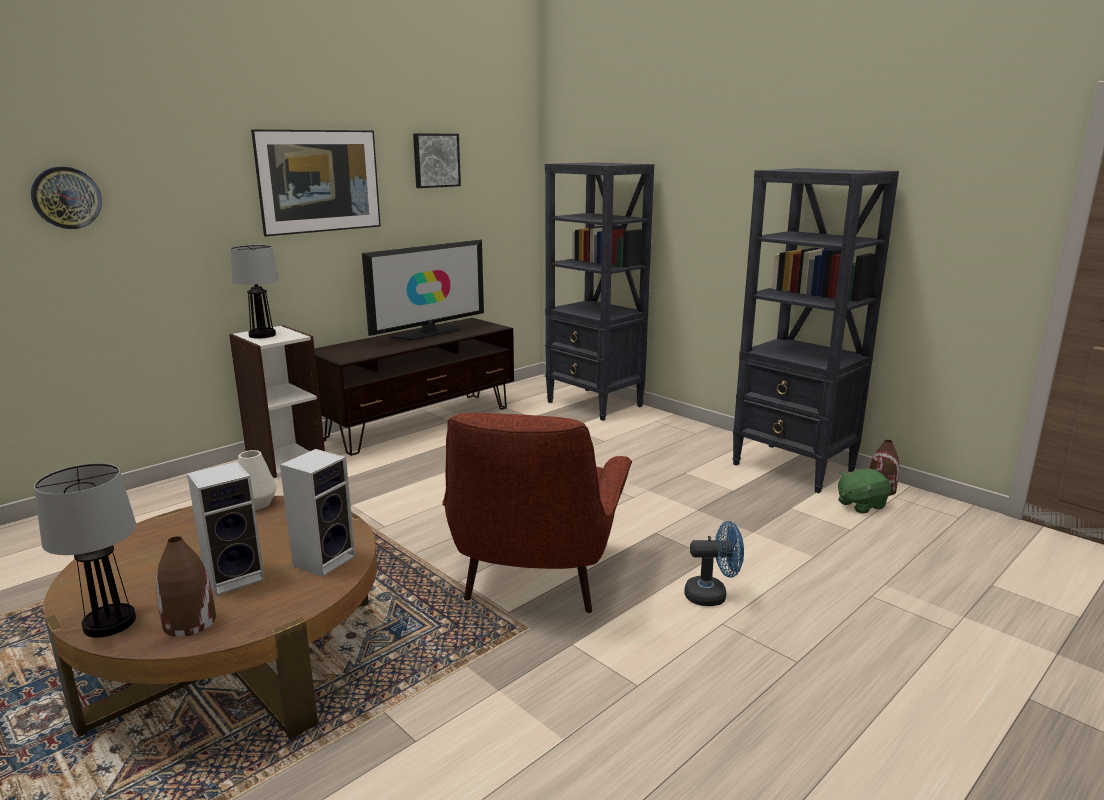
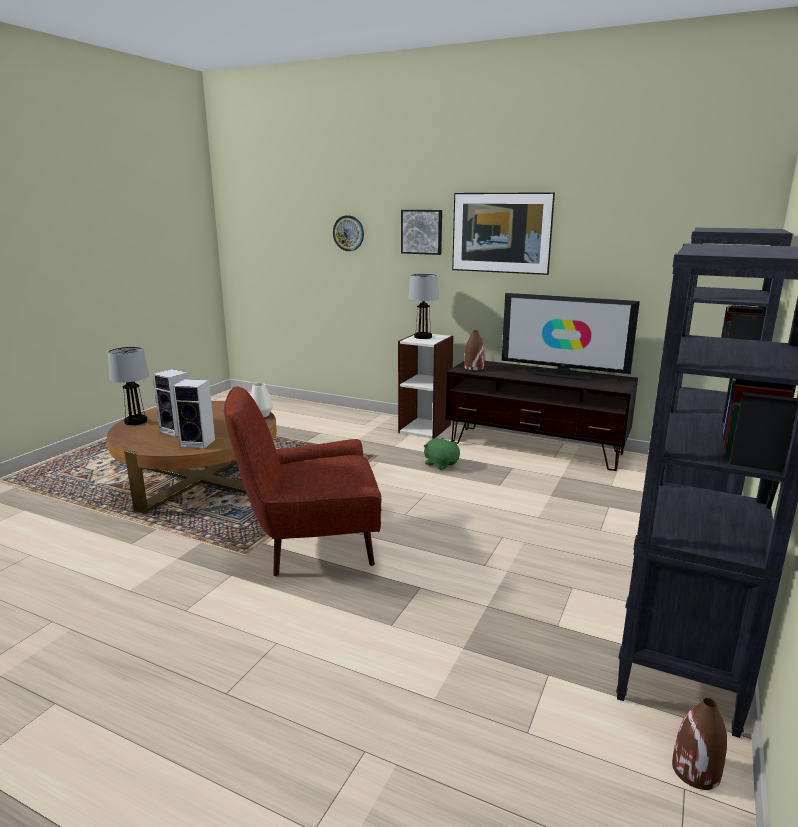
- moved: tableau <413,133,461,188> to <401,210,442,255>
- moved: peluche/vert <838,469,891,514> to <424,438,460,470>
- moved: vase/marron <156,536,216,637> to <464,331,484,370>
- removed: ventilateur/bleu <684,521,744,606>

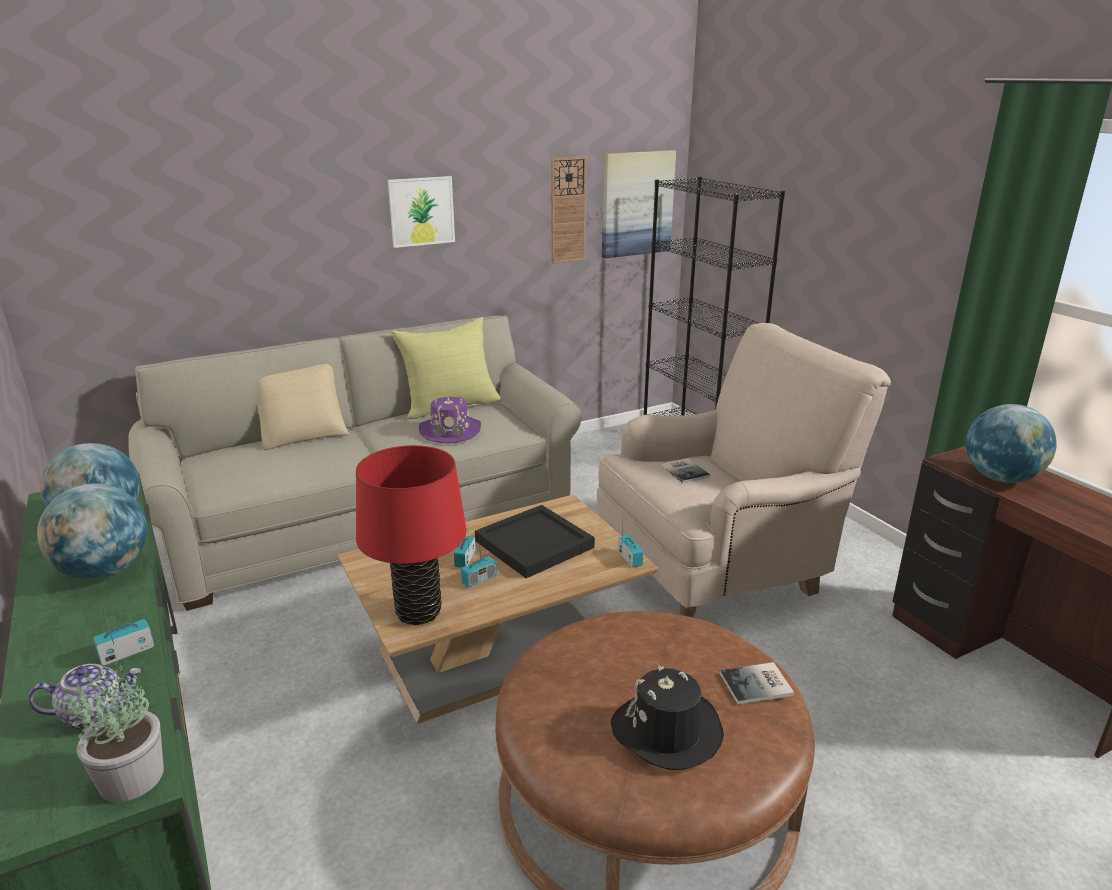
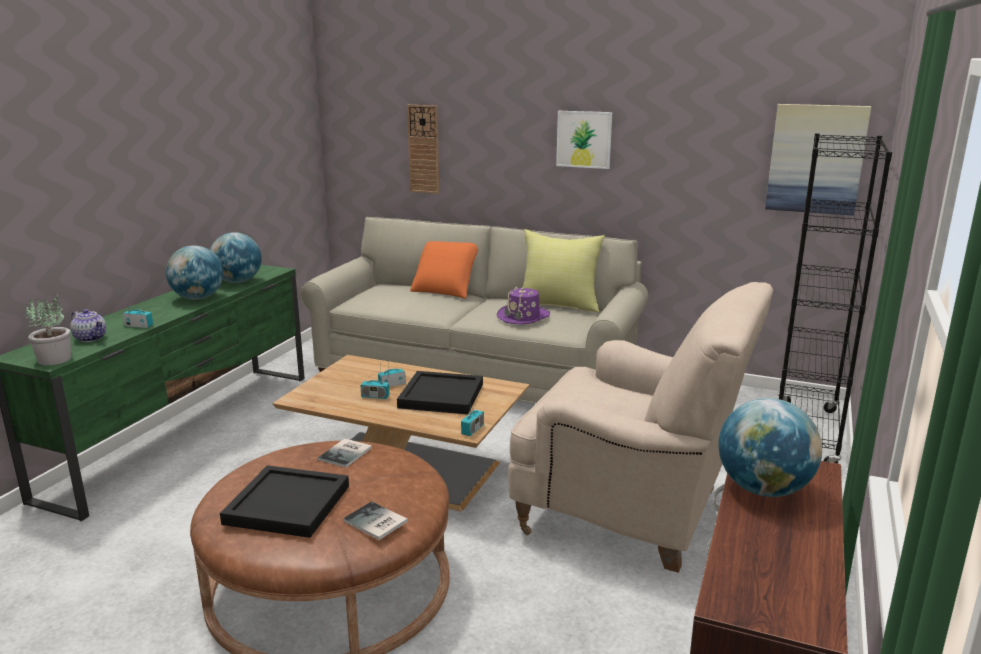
- replaced: chapeau/noir <611,665,724,770> to plateau/noir <220,465,349,538>
- moved: livre <661,458,711,483> to <318,438,372,468>
- moved: horloge murale <551,156,587,264> to <407,105,439,194>
- recoloured: coussin/beige <257,364,349,450> to coussin/orange <410,241,478,299>
- removed: lampe de table/rouge <356,445,467,625>

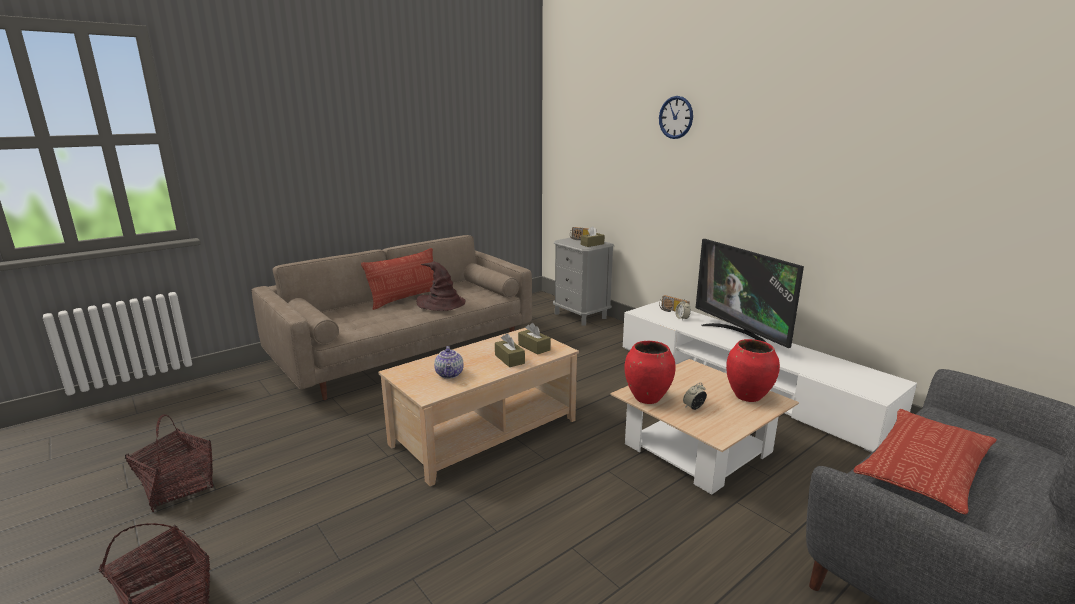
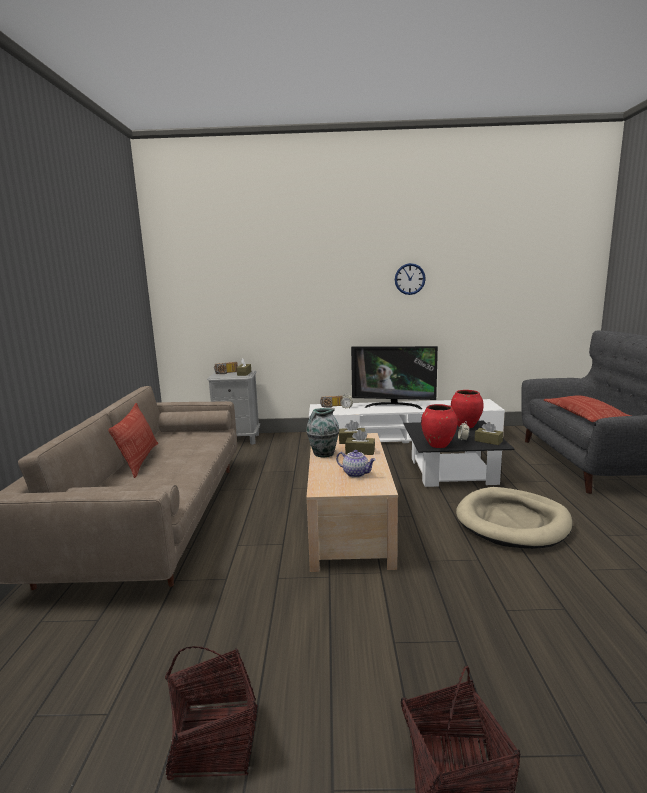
- added: vase <306,408,339,458>
- moved: horloge murale <659,96,693,139> to <395,263,426,295>
- recoloured: table basse/beige <610,359,799,495> to table basse/noir <403,421,515,487>
- added: panier pour chien/beige <456,487,572,549>
- added: boîte à mouchoirs/marron <475,422,503,445>
- removed: chapeau/marron <416,262,465,311>

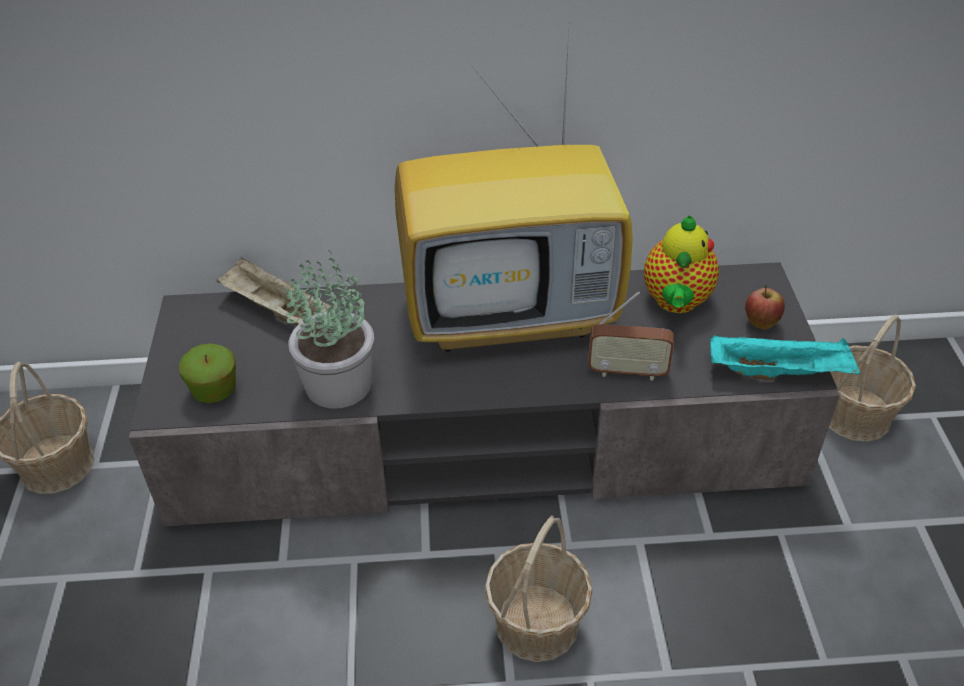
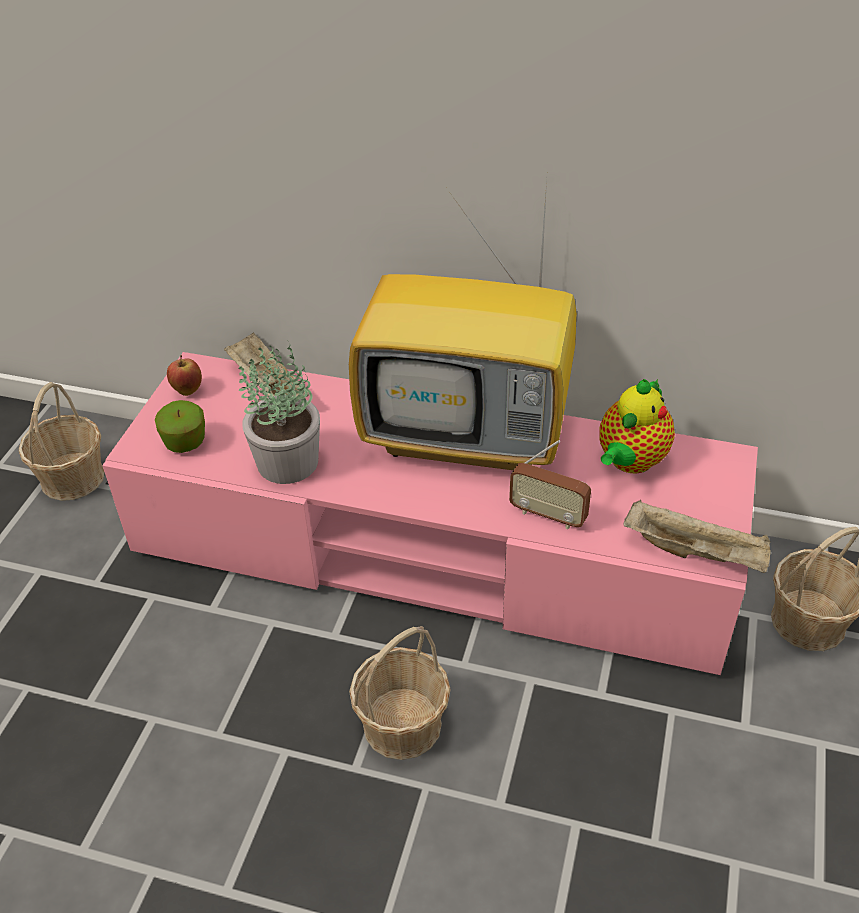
- recoloured: meuble télé/gris <129,262,840,526> to meuble télé/rose <102,352,758,675>
- moved: pomme <745,285,785,330> to <167,355,202,396>
- recoloured: plateau/turquoise <710,334,860,381> to plateau/beige <623,500,770,573>

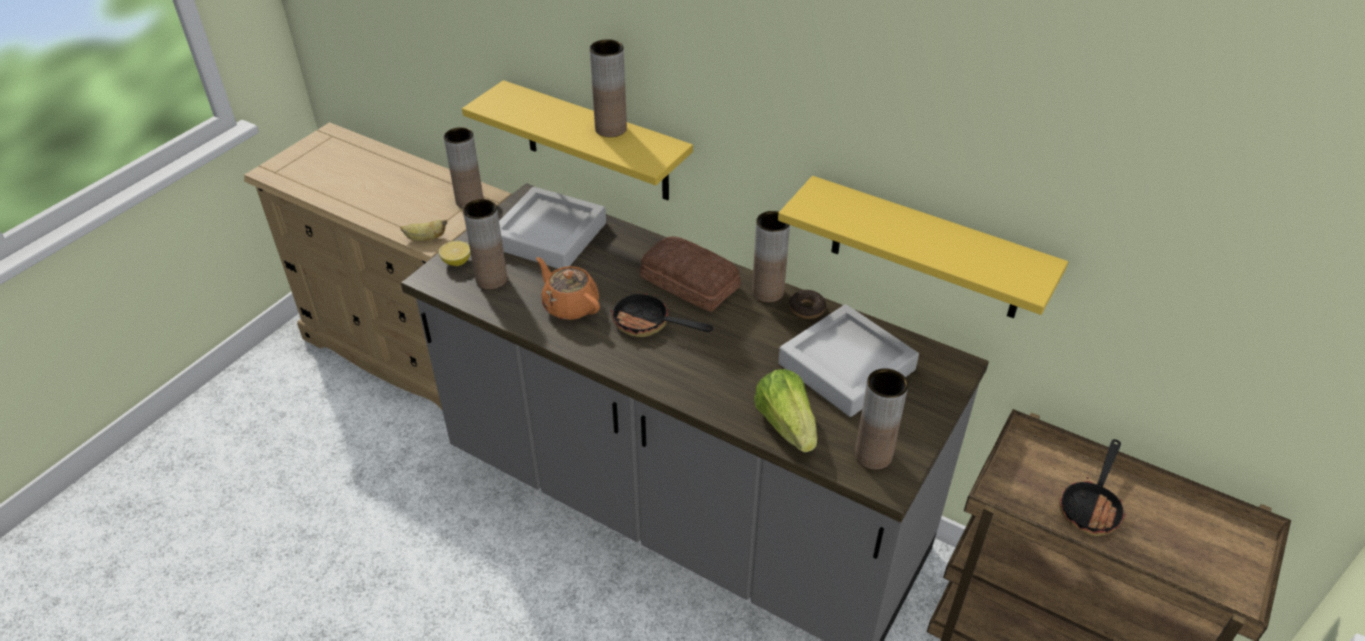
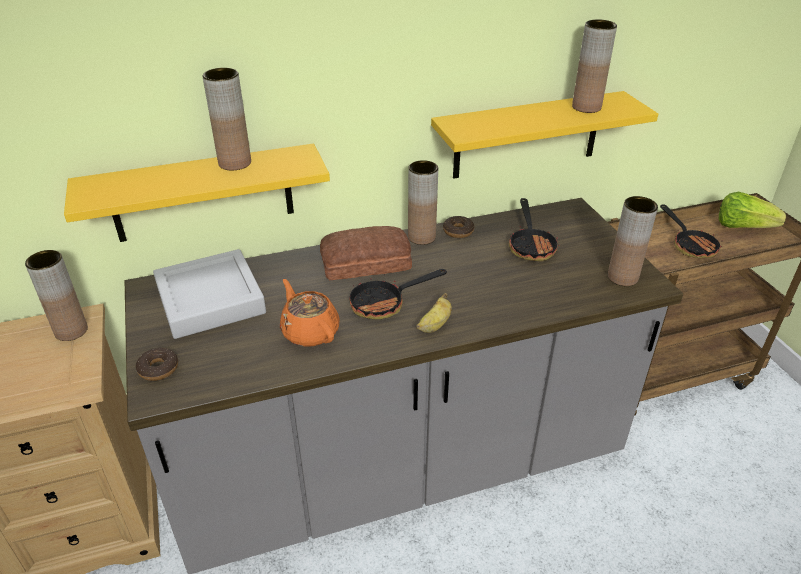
- replaced: citron <439,241,471,266> to beignet <136,348,178,381>
- turned: théière/orange <536,257,600,320> = <280,279,340,346> 60 degrees clockwise
- moved: banane <400,220,447,241> to <417,293,452,333>
- replaced: plateau/gris <778,304,919,417> to poêle <509,198,560,261>
- moved: vase/marron <463,199,507,290> to <572,19,617,113>
- moved: laitue <754,369,817,453> to <719,192,786,228>

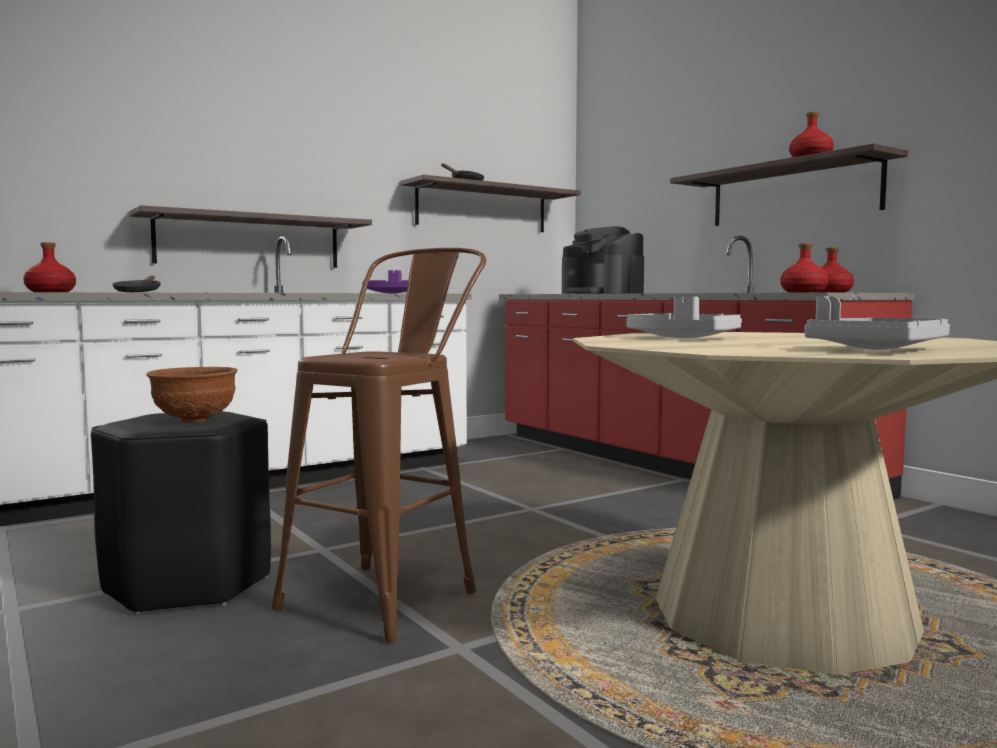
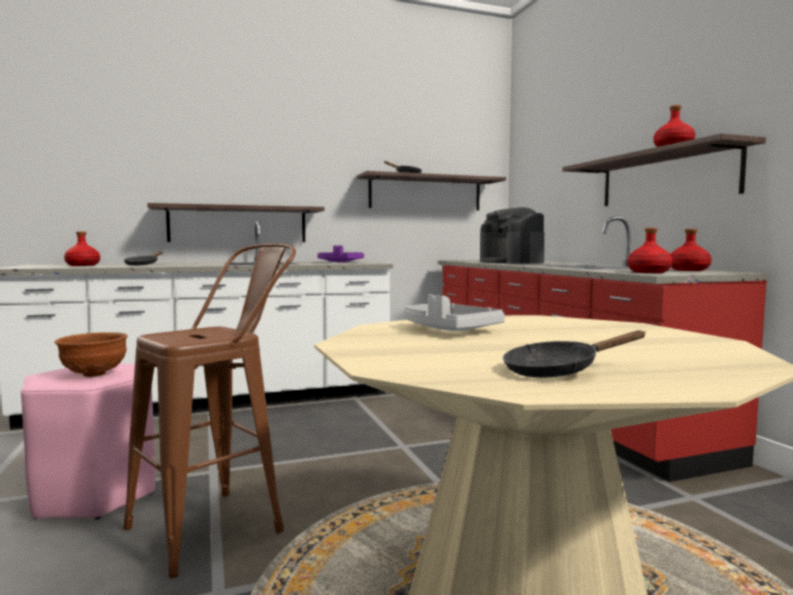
- recoloured: tabouret/noir <91,411,271,615> to tabouret/rose <21,364,155,520>
- replaced: plateau/gris <804,296,950,350> to poêle/noir <503,331,646,377>

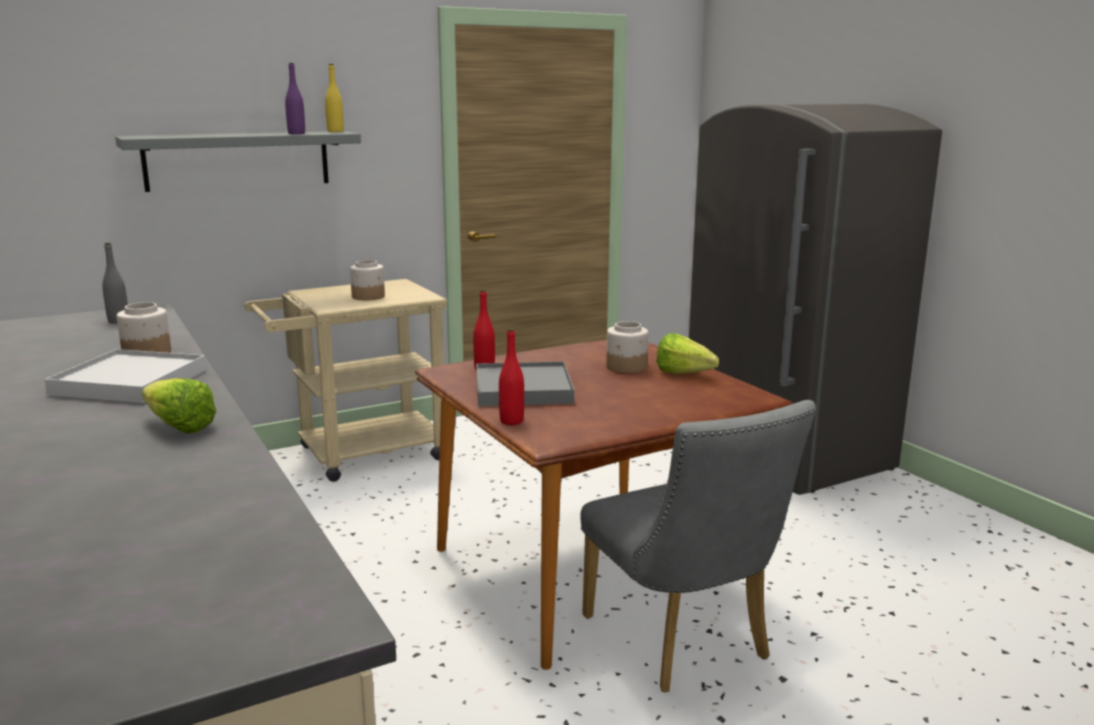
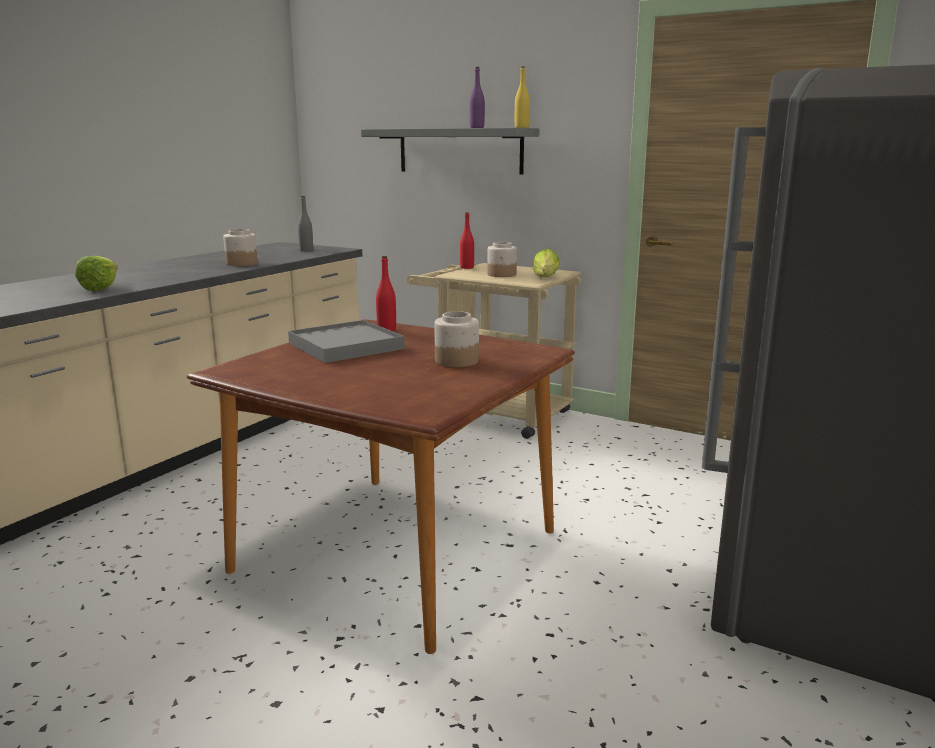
- moved: bouteille/rouge <499,328,524,425> to <460,212,474,269>
- moved: laitue <656,333,719,374> to <533,249,560,277>
- removed: plateau/blanc <44,349,207,403>
- removed: chaise/gris <580,400,816,692>

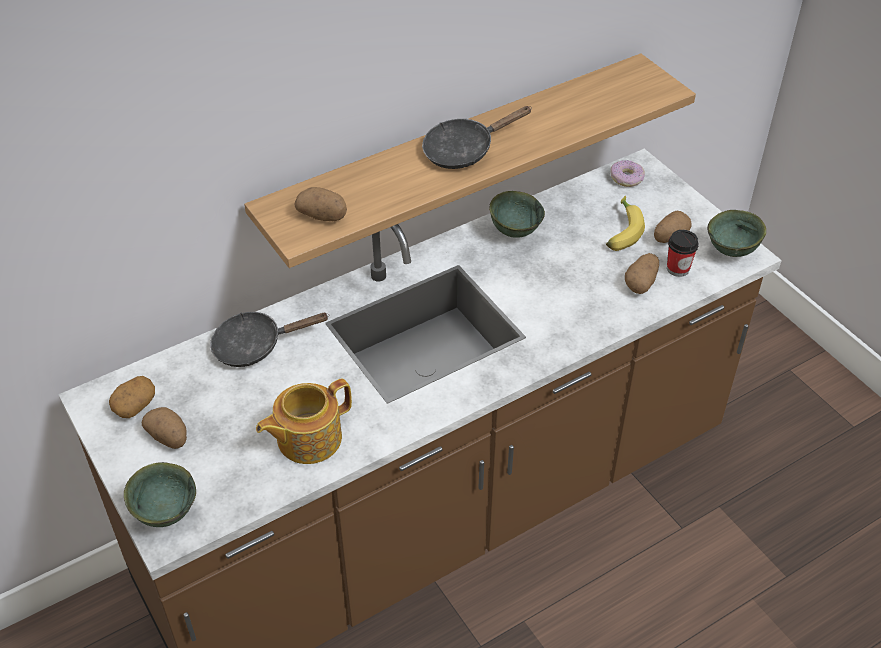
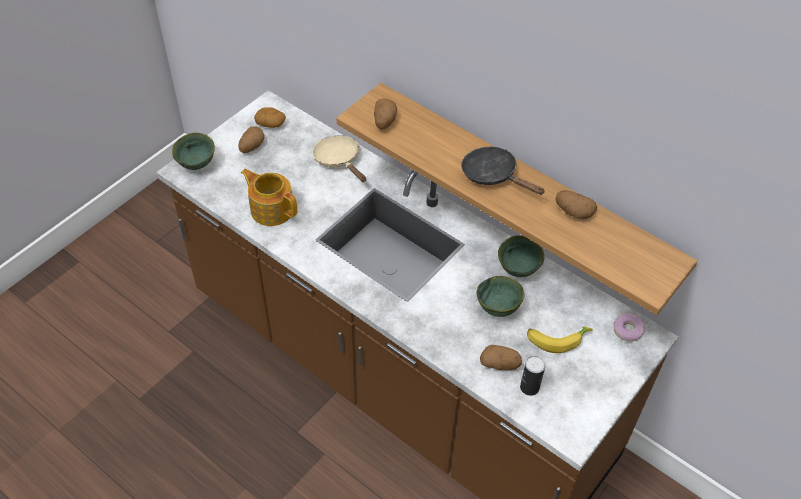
- recoloured: poêle/noir <210,312,329,367> to poêle/beige <312,136,366,182>
- moved: bol/vert <707,210,766,257> to <477,276,524,317>
- replaced: tasse <667,230,699,277> to boîte métallique <520,356,546,396>
- moved: pomme de terre <654,211,692,243> to <555,190,597,219>

